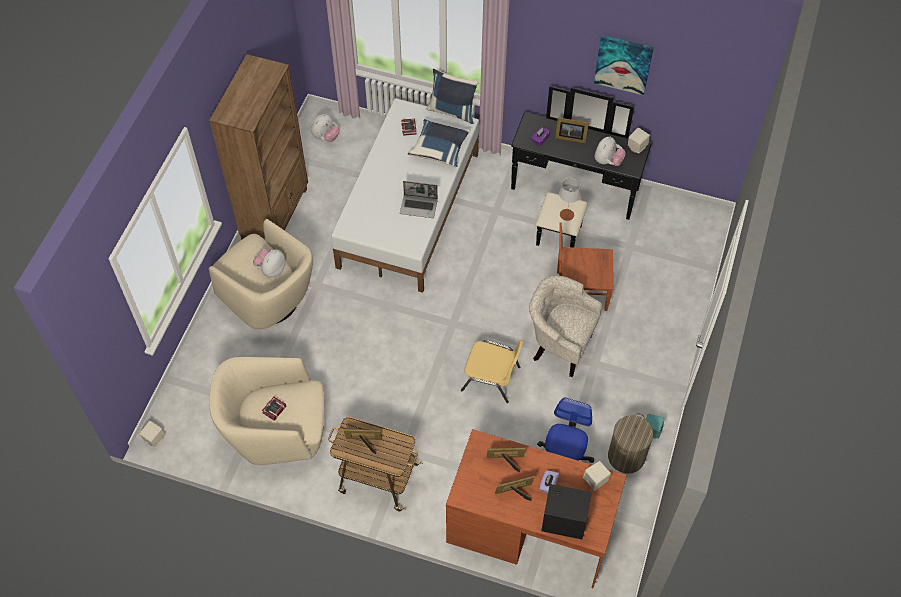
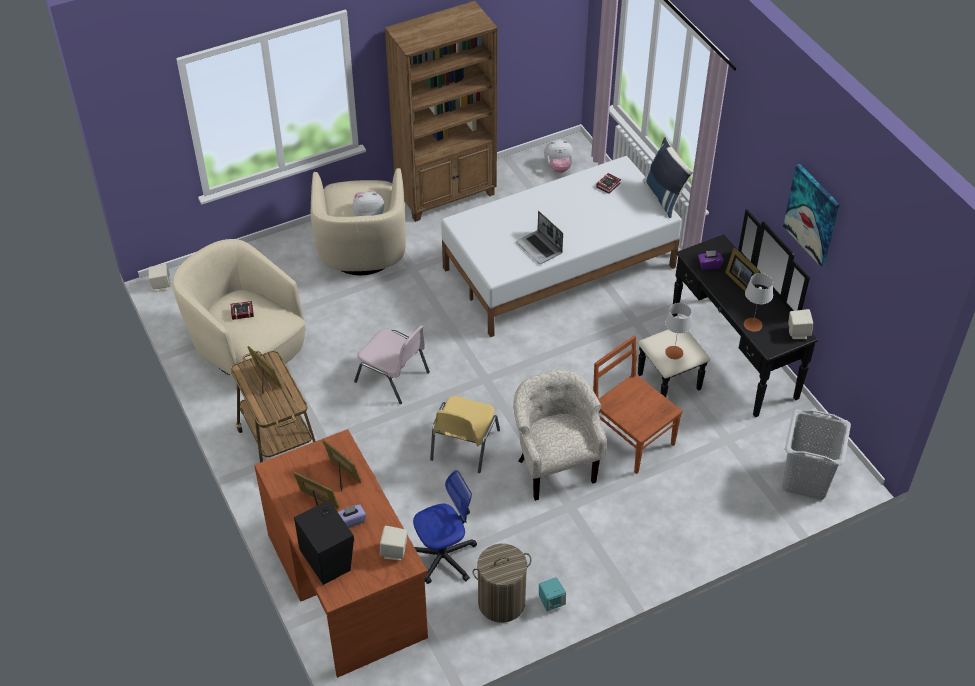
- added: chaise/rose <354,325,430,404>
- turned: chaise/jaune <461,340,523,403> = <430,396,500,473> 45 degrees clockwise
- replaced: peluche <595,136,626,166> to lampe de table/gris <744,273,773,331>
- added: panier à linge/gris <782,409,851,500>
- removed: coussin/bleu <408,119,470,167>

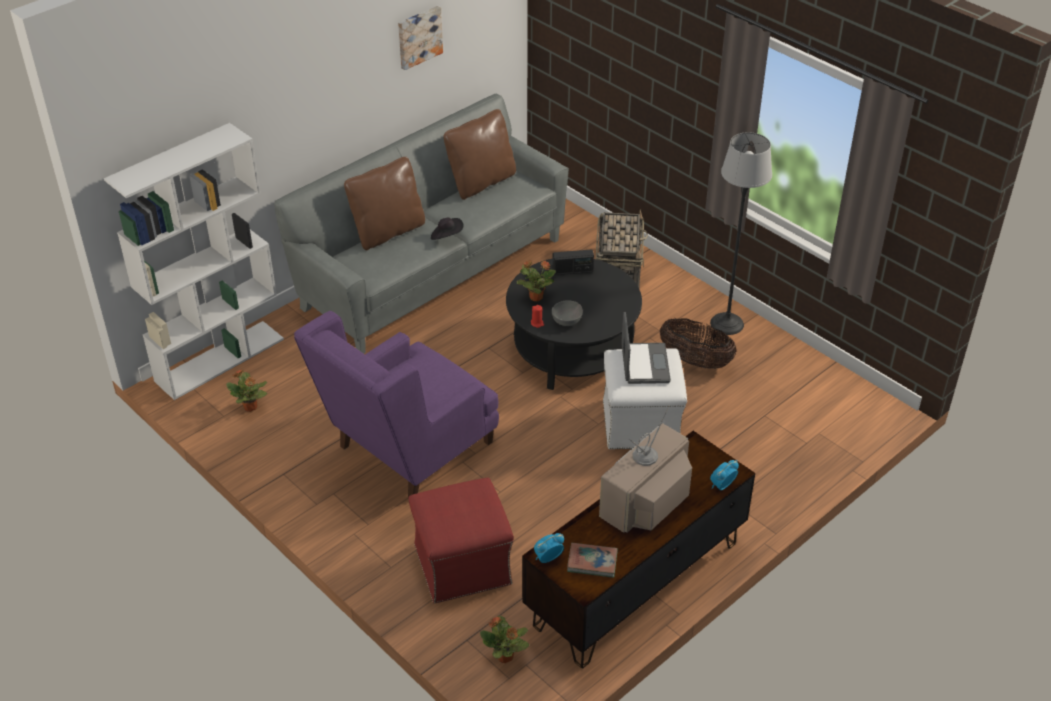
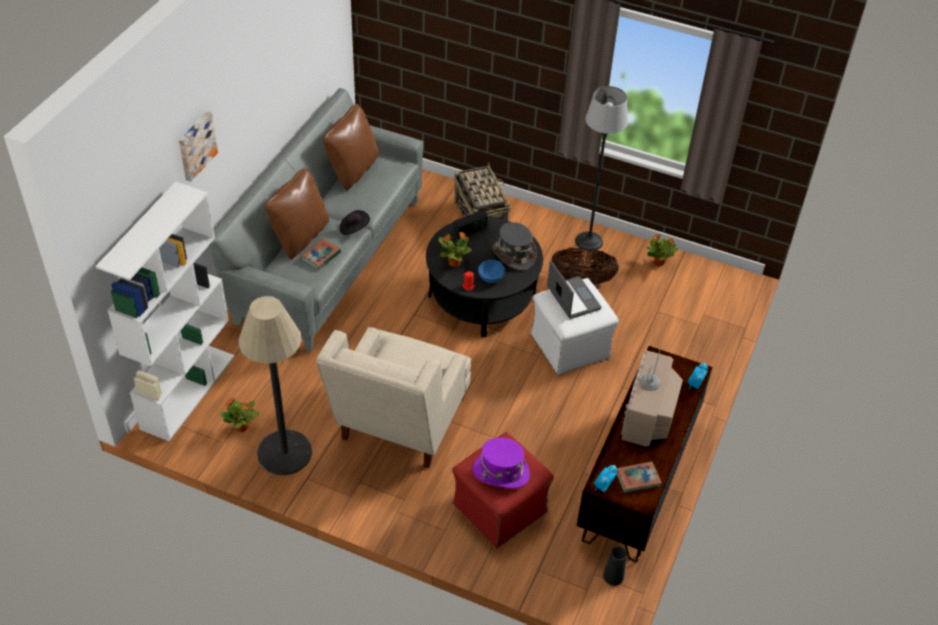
- moved: tableau <398,6,443,70> to <179,111,218,182>
- added: lampadaire <238,296,312,475>
- added: livre <301,238,341,270>
- recoloured: fauteuil/violet <294,311,499,498> to fauteuil/beige <316,327,471,468>
- added: chapeau/violet <473,437,530,488>
- recoloured: bol/gris <552,300,583,326> to bol/bleu <478,260,505,283>
- added: chapeau/gris <492,222,537,270>
- added: vase/noir <603,546,627,586>
- moved: plante en pot <480,616,529,663> to <646,234,678,266>

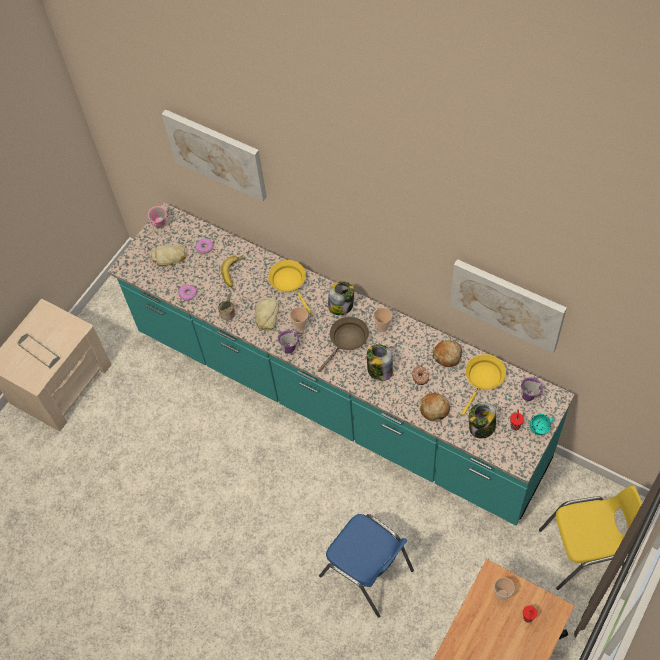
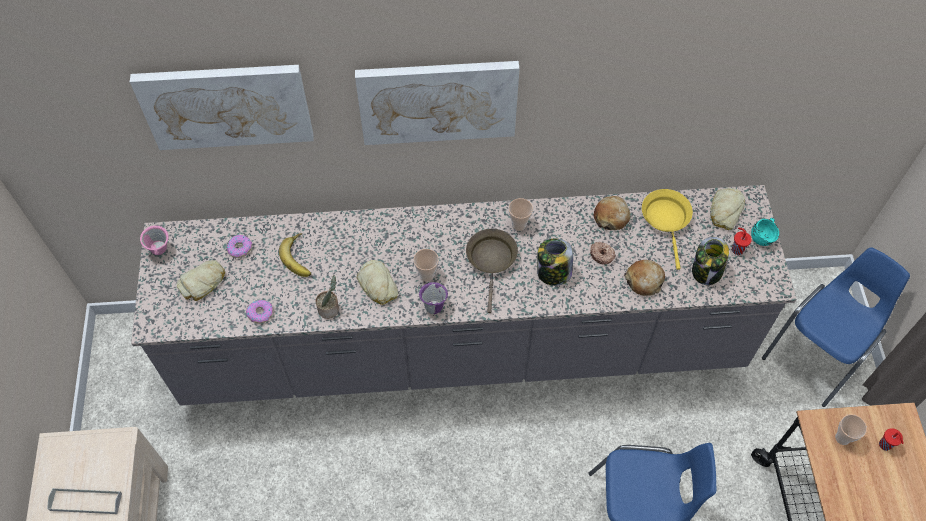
- recoloured: comptoir de cuisine/turquoise <108,202,575,526> to comptoir de cuisine/gris <131,185,797,406>
- moved: tableau <450,259,567,353> to <355,61,520,145>
- replaced: mug/violet <521,377,543,401> to pain <710,188,745,230>
- recoloured: chaise/jaune <539,485,642,590> to chaise/bleu <762,247,910,407>
- removed: poêle/jaune <268,260,311,314>
- removed: bocal <328,281,354,315>

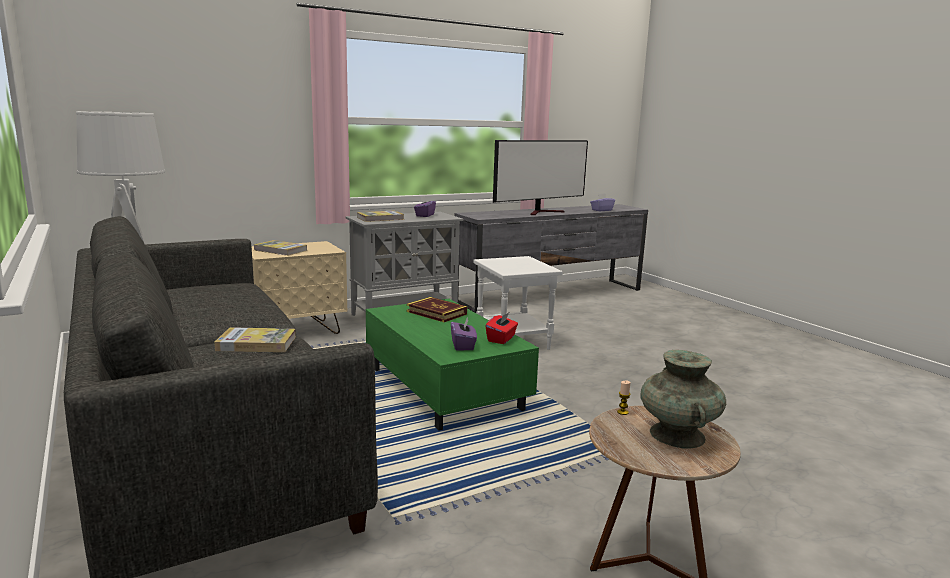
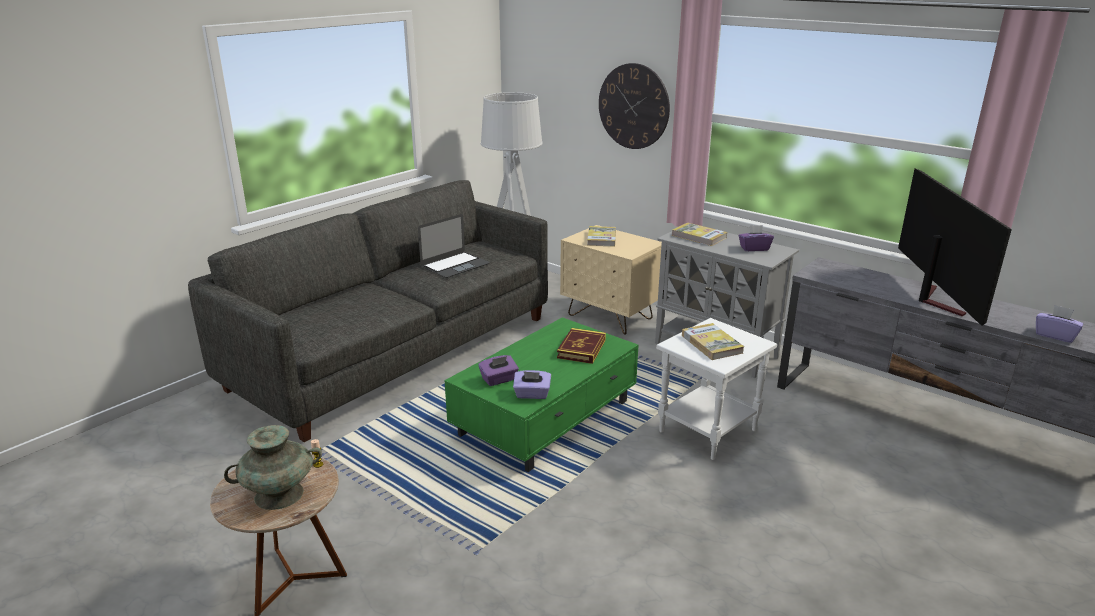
- added: ordinateur portable <418,214,490,278>
- recoloured: boîte à mouchoirs/rouge <486,312,518,344> to boîte à mouchoirs/violet <513,370,551,399>
- added: horloge murale <599,63,670,149>
- moved: livre <214,327,296,352> to <682,323,744,360>
- turned: téléviseur <493,140,588,215> = <898,169,1012,326> 120 degrees counterclockwise

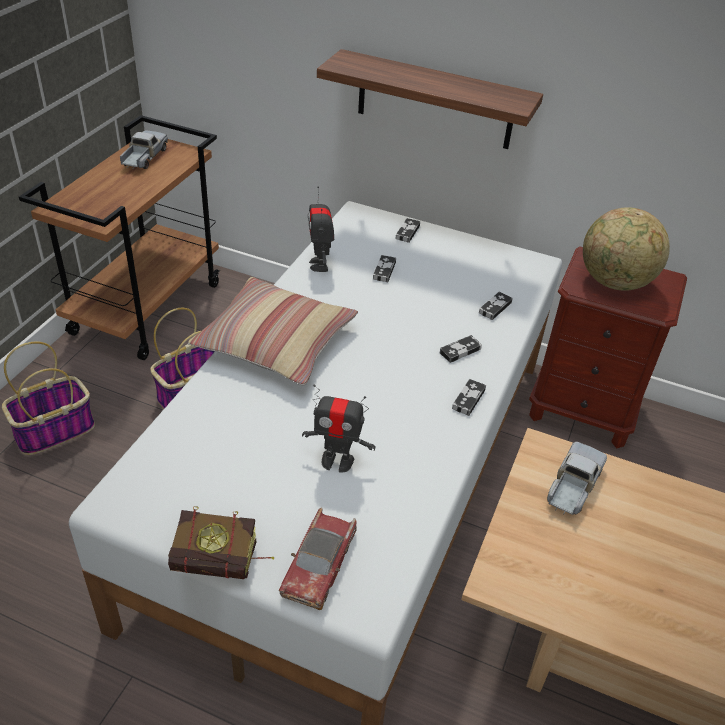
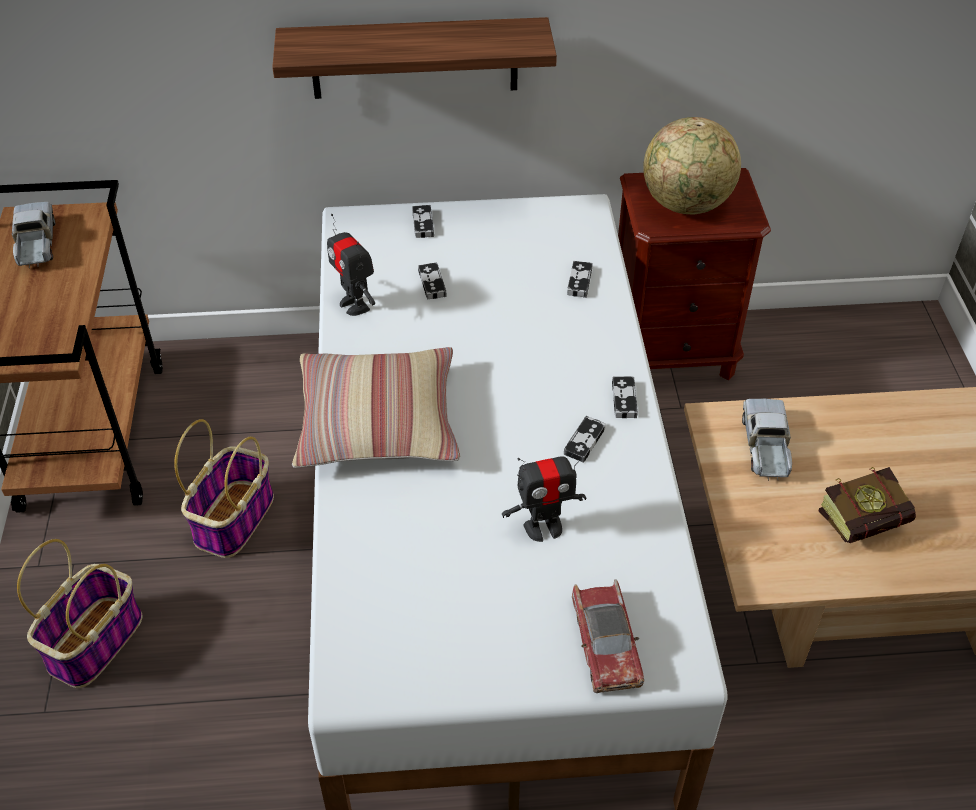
- moved: manette <440,335,482,363> to <564,416,606,463>
- moved: livre <168,507,274,579> to <818,467,916,543>

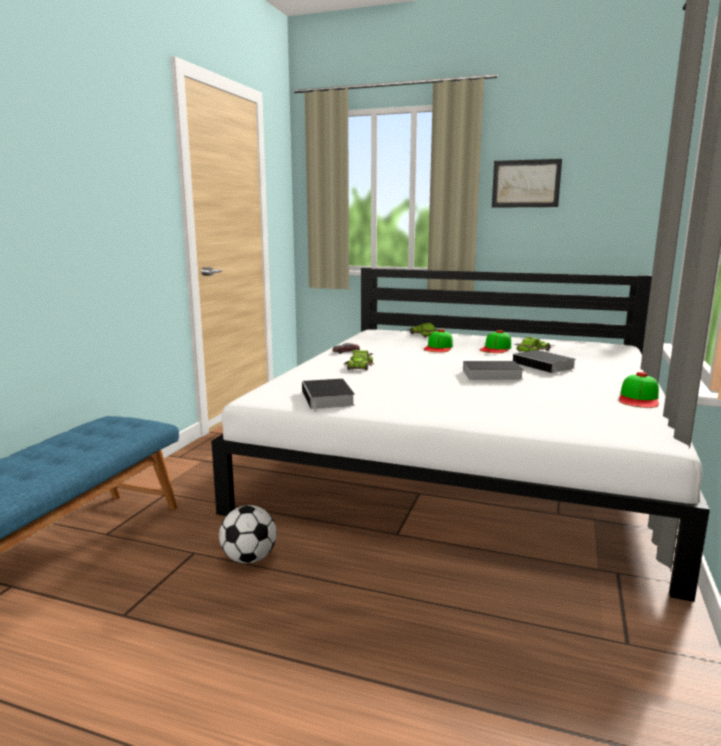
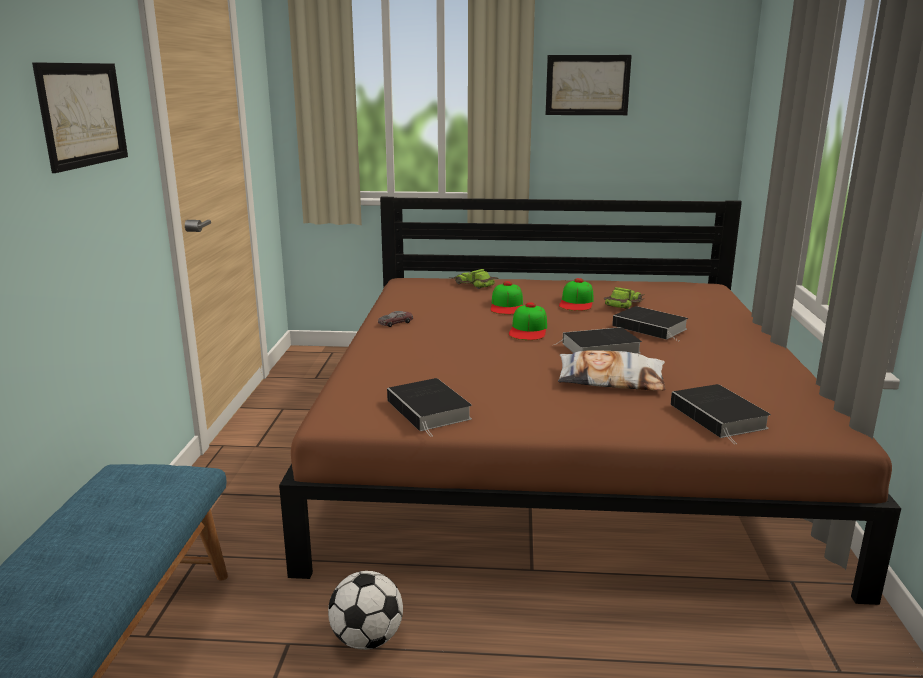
- added: tableau <32,62,128,173>
- recoloured: lit/blanc <211,268,710,602> to lit/marron <279,197,901,605>
- moved: casquette <619,372,659,408> to <509,303,547,340>
- added: coussin <558,350,665,390>
- added: livre <670,384,771,444>
- removed: petite voiture <344,350,374,370>

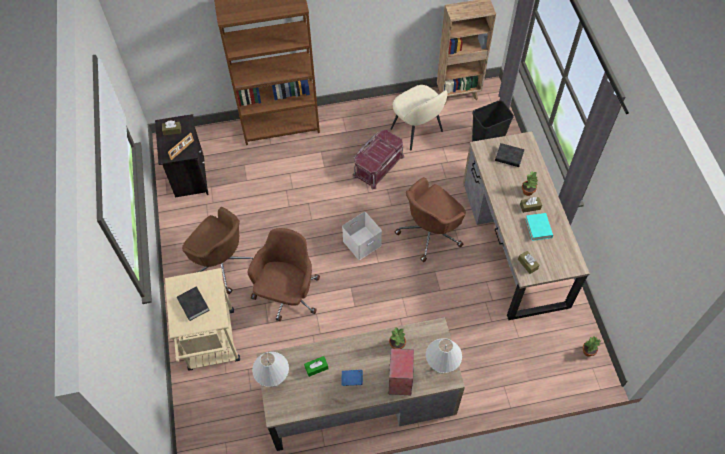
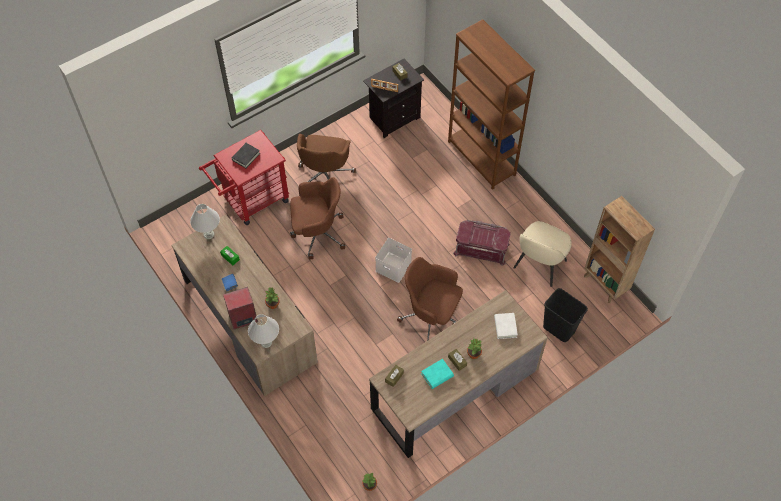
- recoloured: chariot/beige <165,268,240,371> to chariot/rouge <199,130,289,225>
- recoloured: livre/noir <495,143,524,167> to livre/blanc <494,313,518,339>

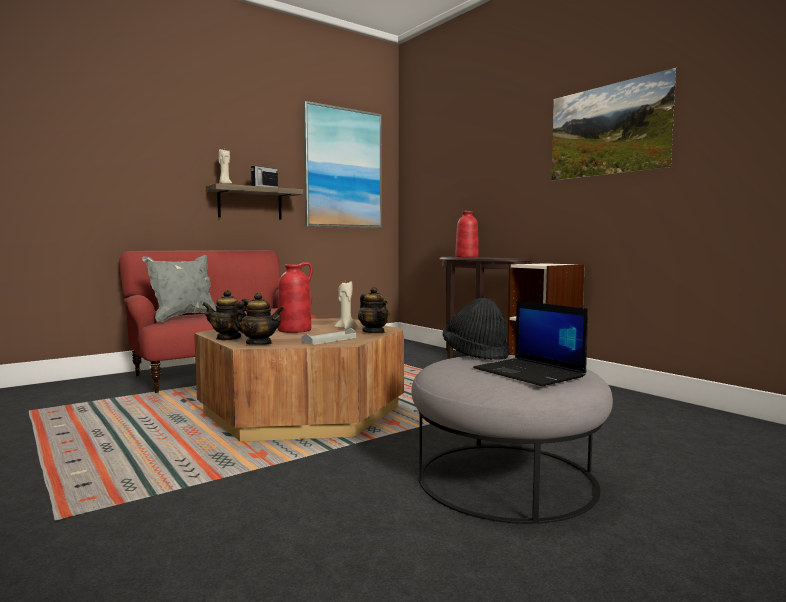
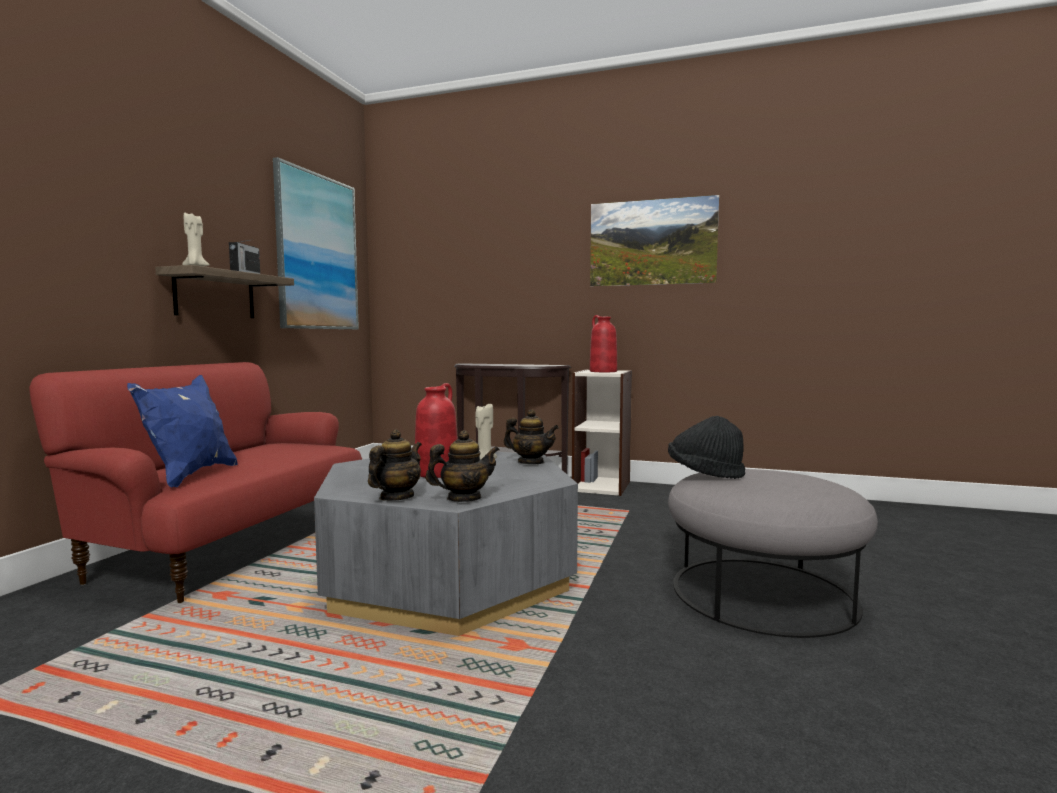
- recoloured: coussin/gris <142,255,216,322> to coussin/bleu <127,375,238,488>
- recoloured: table basse/marron <194,318,404,441> to table basse/gris <314,452,578,636>
- turned: théière <202,290,251,340> = <368,430,422,501> 150 degrees clockwise
- moved: vase/rouge <456,210,479,257> to <590,315,617,372>
- removed: plateau/gris <301,327,356,345>
- removed: ordinateur portable <473,301,588,386>

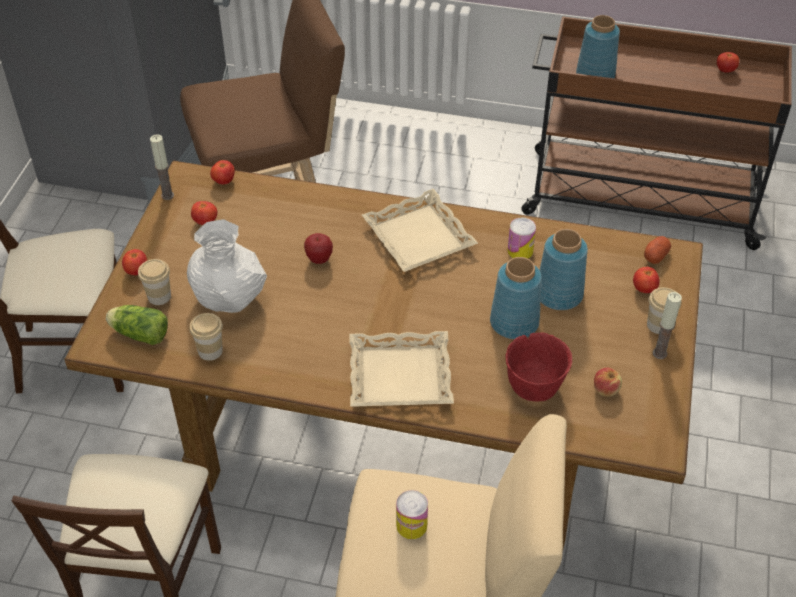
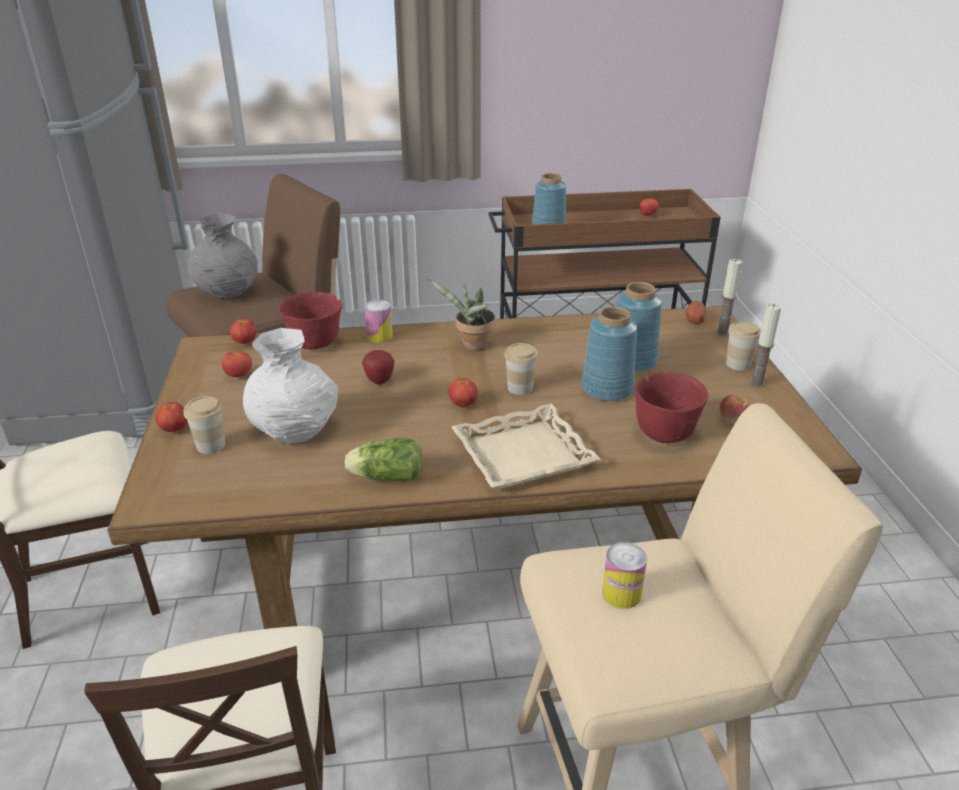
- added: vase/gris <188,213,258,299>
- added: bol/rouge <279,292,343,350>
- moved: laitue <106,305,168,345> to <345,438,423,482>
- moved: boîte métallique <507,218,536,259> to <364,300,393,343>
- replaced: plateau/beige <362,189,478,272> to plante en pot <428,279,495,351>
- moved: tomate <633,267,660,293> to <449,378,478,407>
- moved: tasse <189,313,223,361> to <504,343,538,395>
- moved: bougie <150,134,174,200> to <716,259,742,336>

